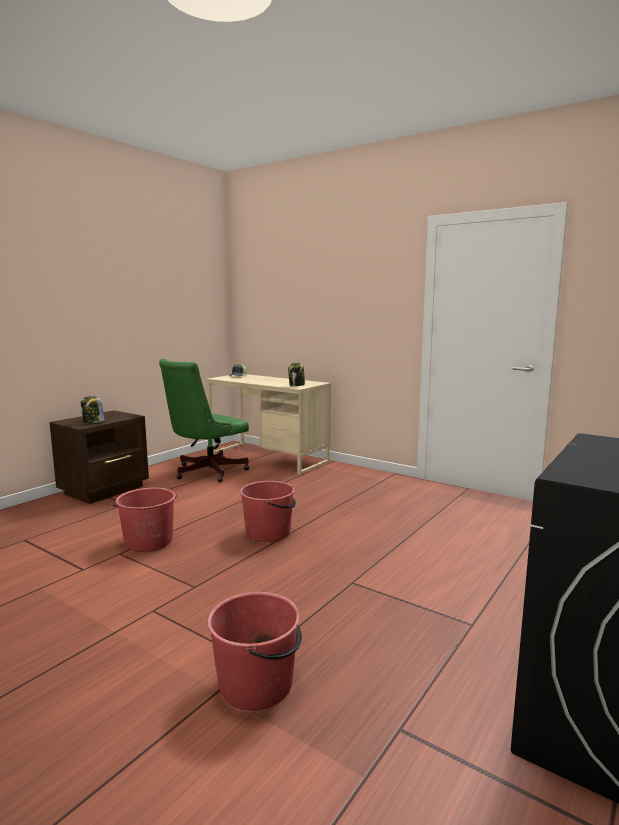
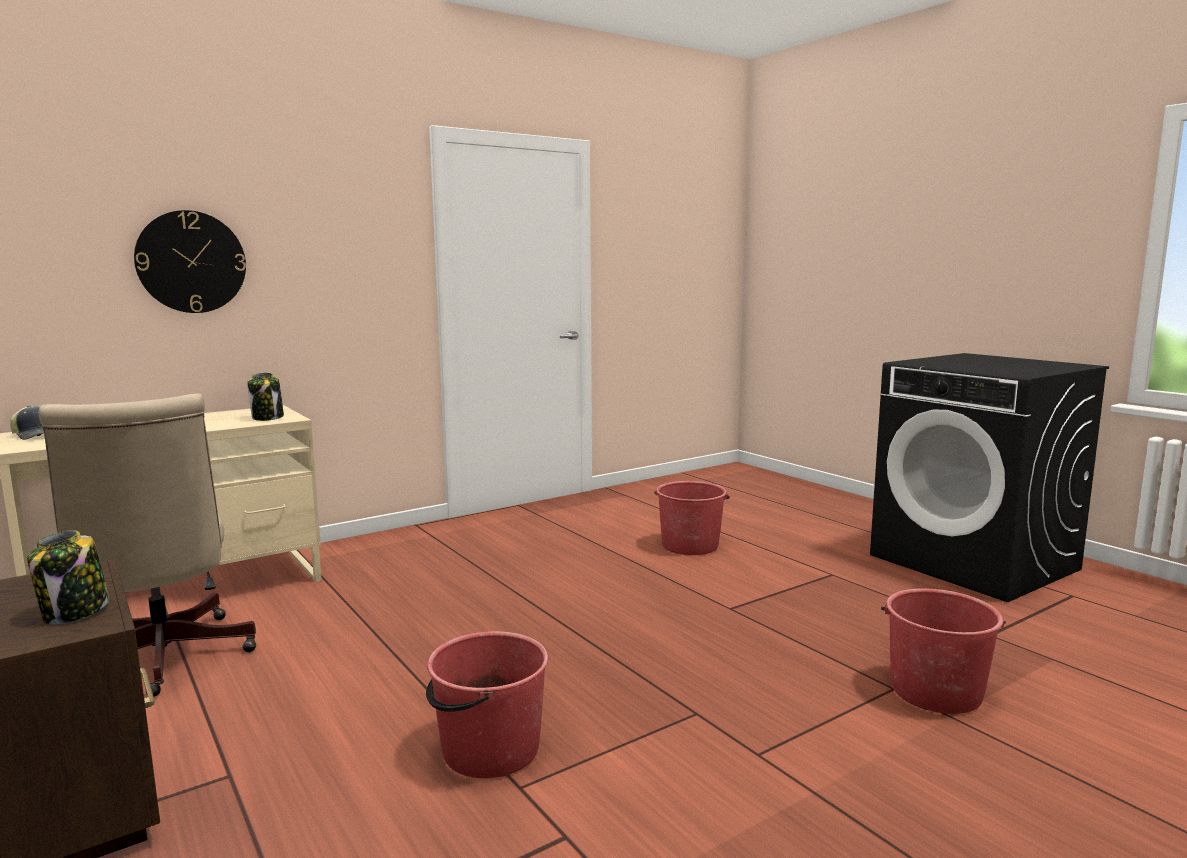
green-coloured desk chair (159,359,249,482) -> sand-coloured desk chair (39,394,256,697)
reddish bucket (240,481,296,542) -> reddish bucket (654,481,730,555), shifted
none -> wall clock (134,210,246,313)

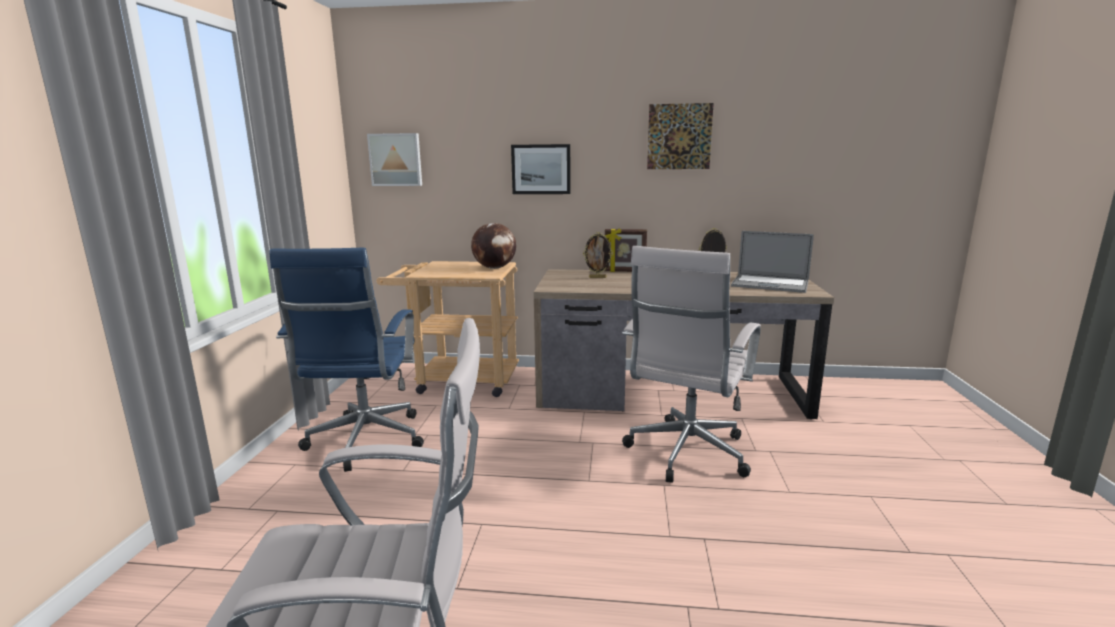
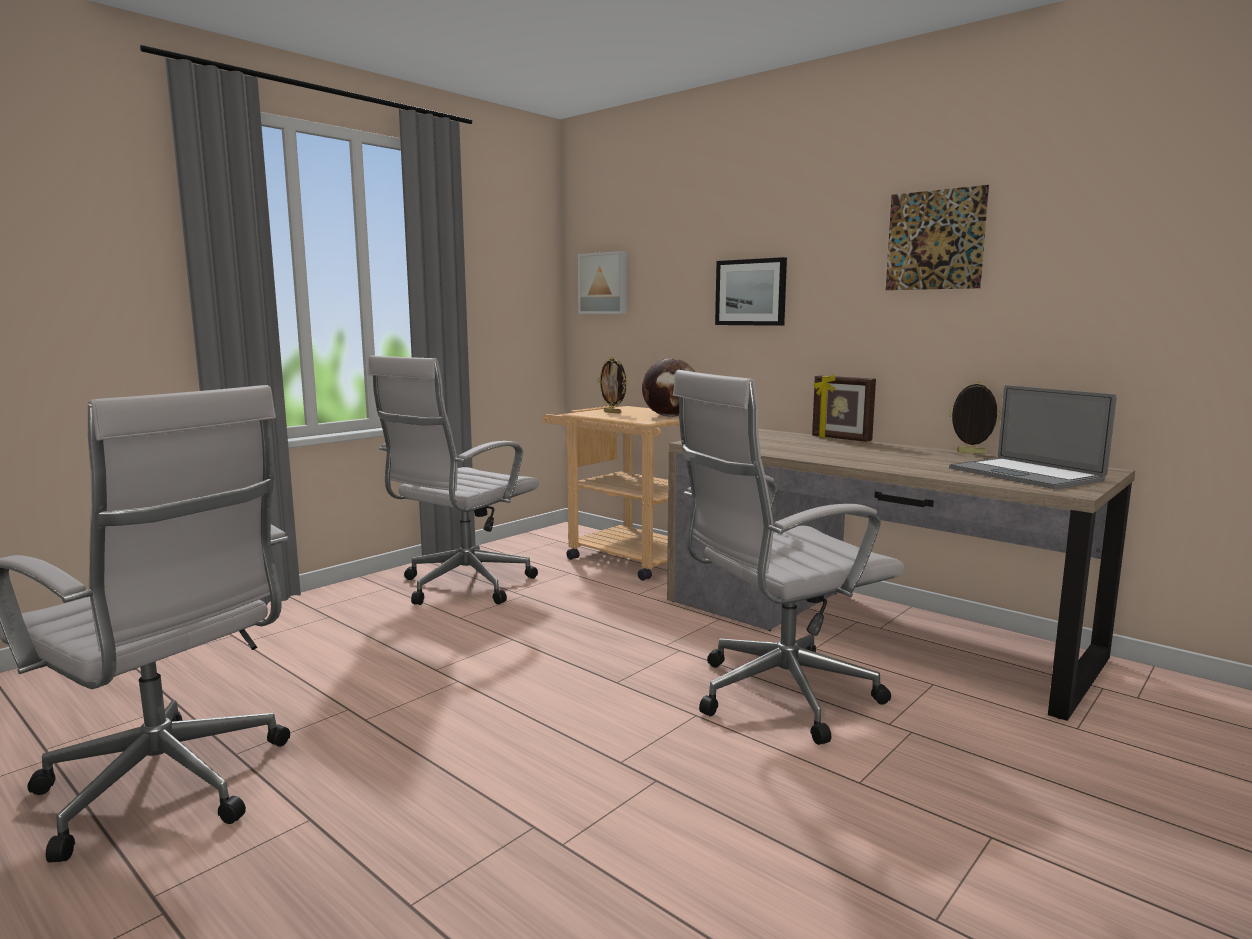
blue-coloured desk chair (269,248,424,472) -> whitish desk chair (368,355,539,605)
picture frame (583,232,613,278) -> picture frame (597,357,628,414), shifted

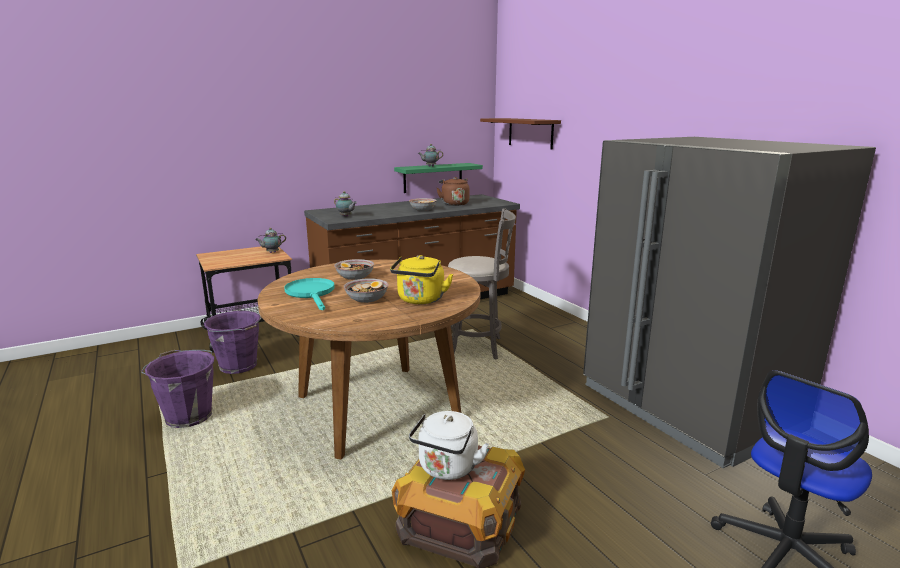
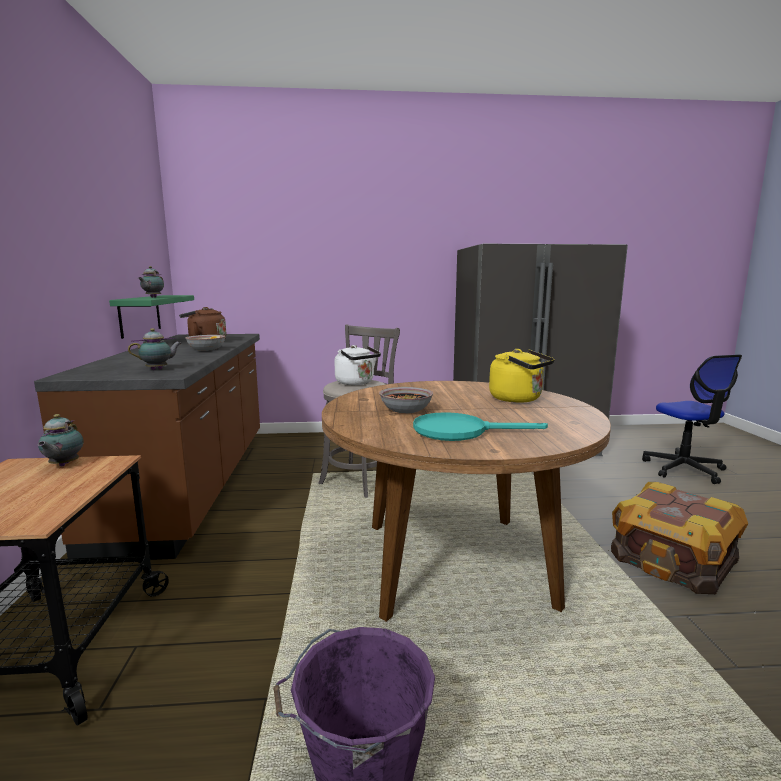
purplish bucket (204,311,262,374) -> none
serving bowl (344,278,389,303) -> none
whitish water kettle (409,411,489,480) -> whitish water kettle (335,345,381,385), shifted
brown-coloured bracket shelf (480,118,561,149) -> none

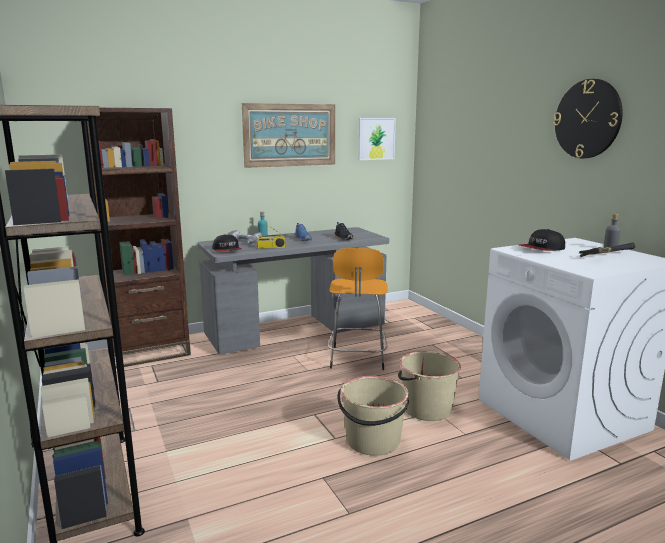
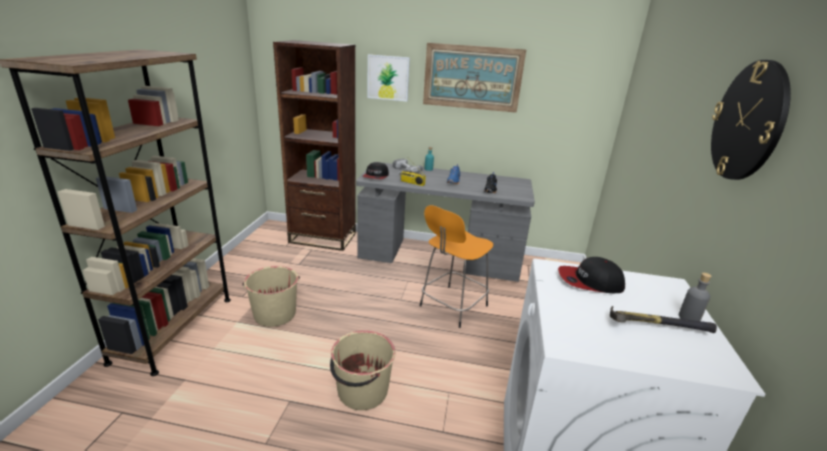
wall art (358,118,396,160) -> wall art (367,54,410,101), shifted
sand-coloured bucket (398,351,461,421) -> sand-coloured bucket (243,266,300,327), shifted

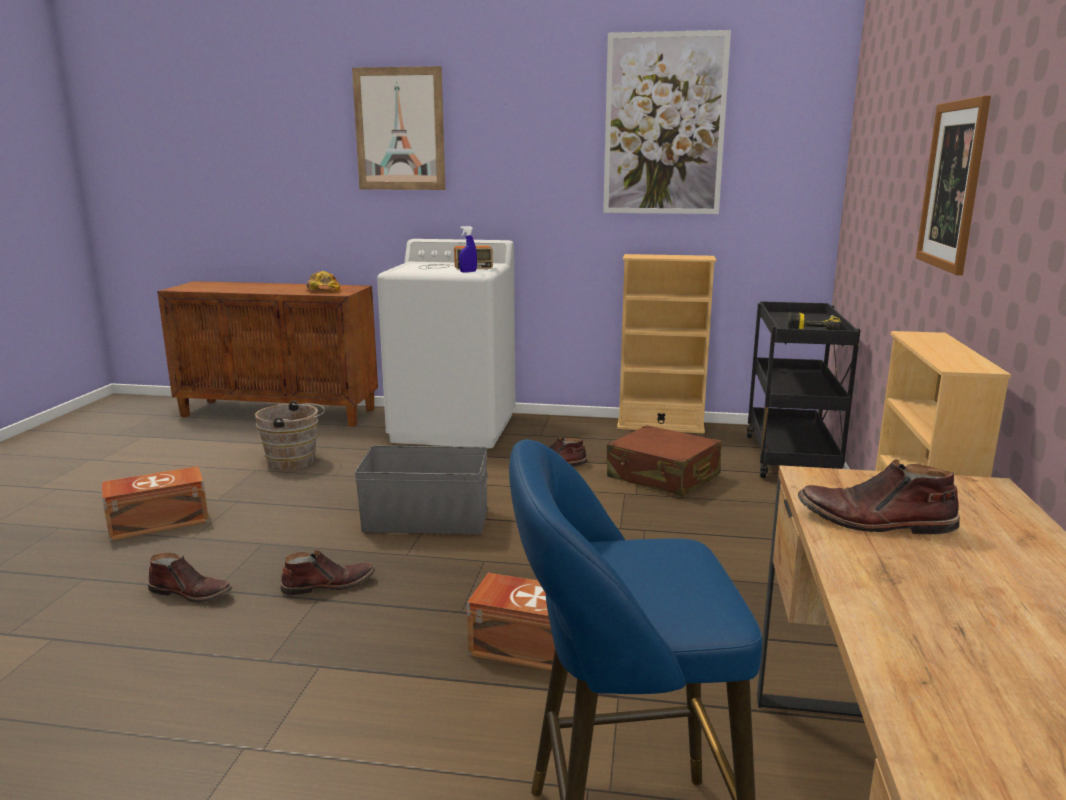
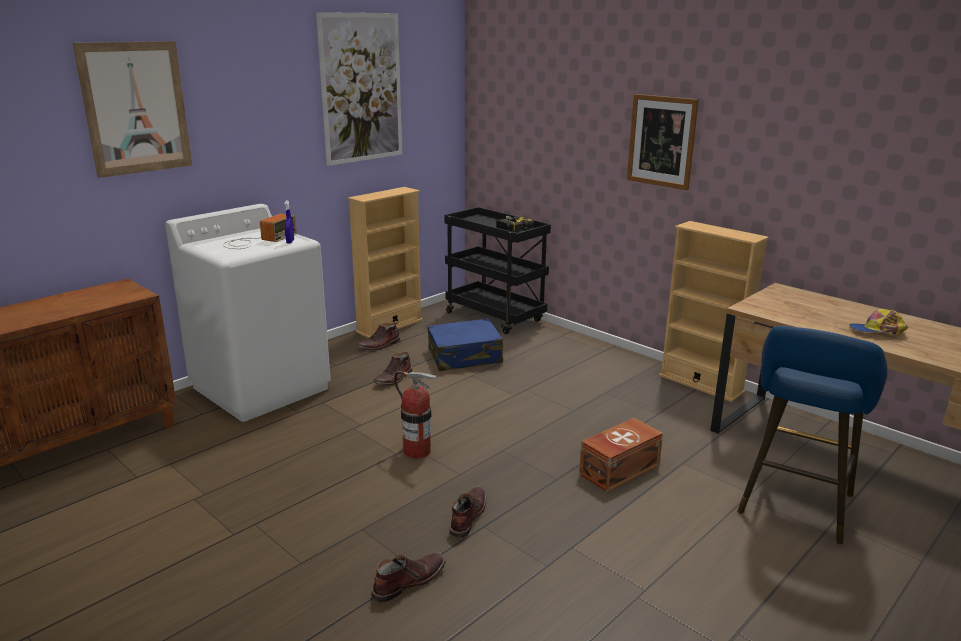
brown-coloured storage container (102,466,209,541) -> none
brown-coloured bucket (255,401,325,470) -> none
cap (305,271,340,292) -> cap (849,309,908,335), shifted
grey storage container (355,445,488,534) -> fire extinguisher (394,371,437,459)
brown-coloured travel case (607,425,722,497) -> blue-coloured travel case (428,318,503,371)
brown-coloured high-top boot (798,459,960,534) -> brown-coloured high-top boot (356,323,400,350), shifted

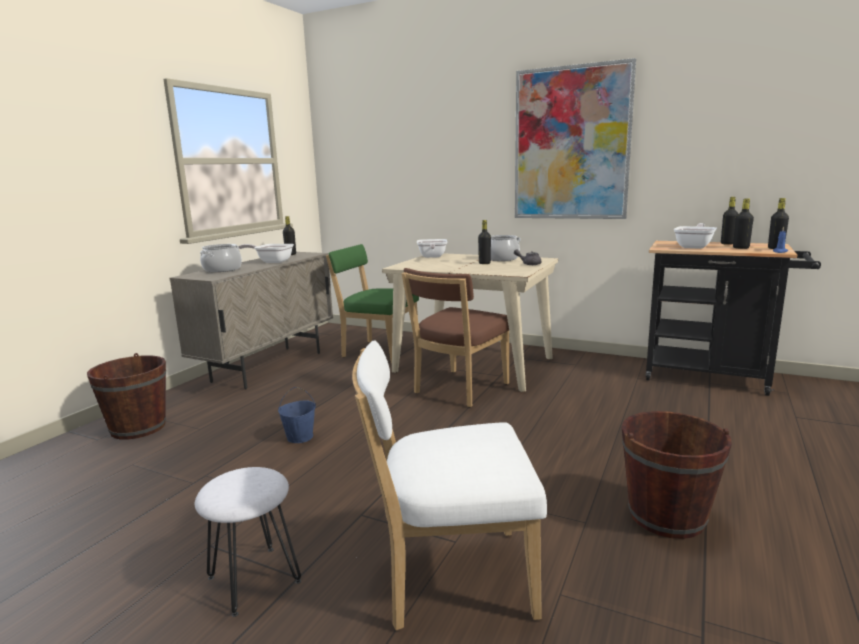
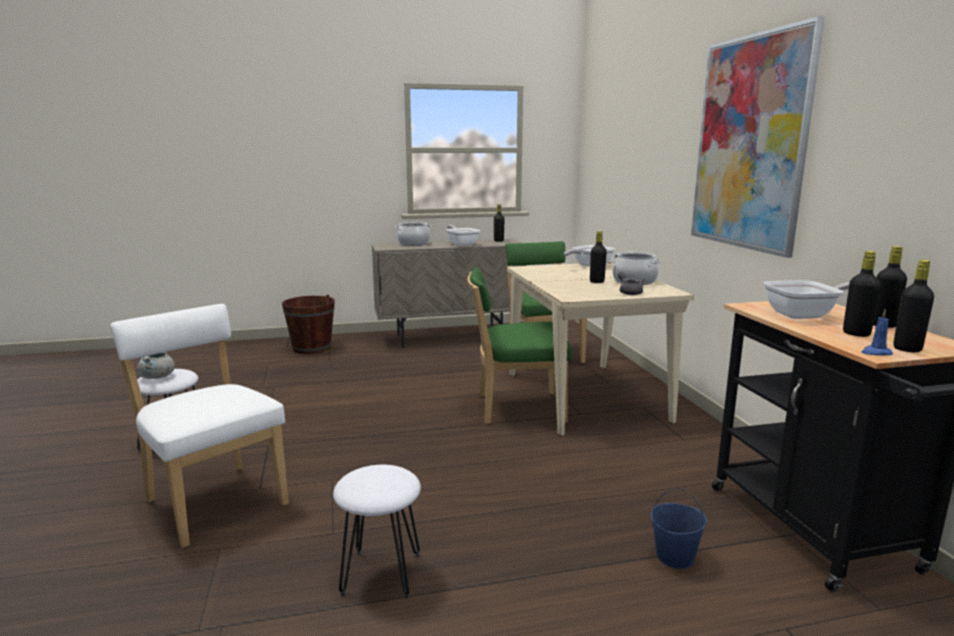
blue-coloured bucket (278,387,316,443) -> blue-coloured bucket (651,488,707,569), shifted
brown-coloured chair (401,268,509,407) -> green-coloured chair (467,267,572,424)
brown-coloured bucket (622,411,732,539) -> whitish stool seat (333,465,421,599)
none -> grey saucepot (137,352,175,379)

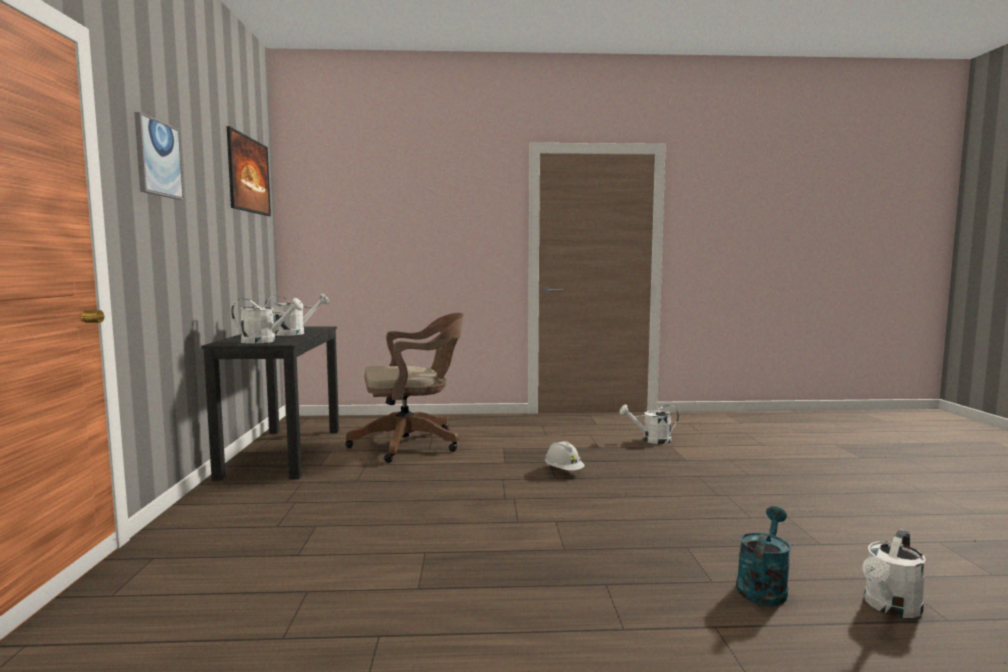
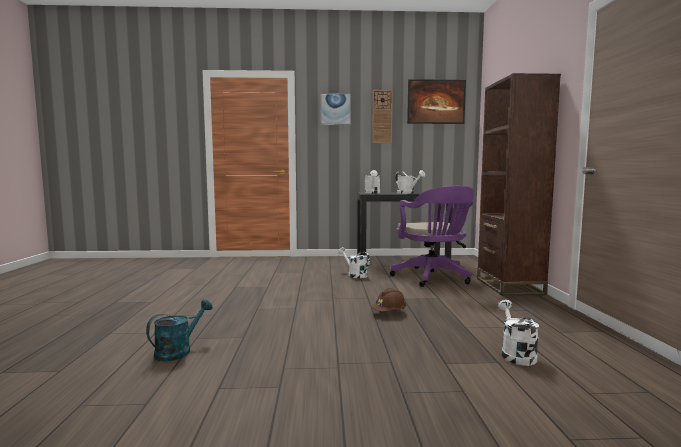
brown-coloured desk chair (345,313,464,463) -> purplish desk chair (390,186,474,287)
whitish work helmet (545,441,585,471) -> brown-coloured work helmet (372,288,406,311)
turquoise-coloured watering pot (736,506,791,606) -> turquoise-coloured watering pot (146,299,213,362), 90 degrees counterclockwise
whitish watering pot (862,529,926,618) -> whitish watering pot (338,247,370,278), shifted
none -> wall clock (372,90,393,144)
none -> brown-coloured bookshelf (477,73,561,296)

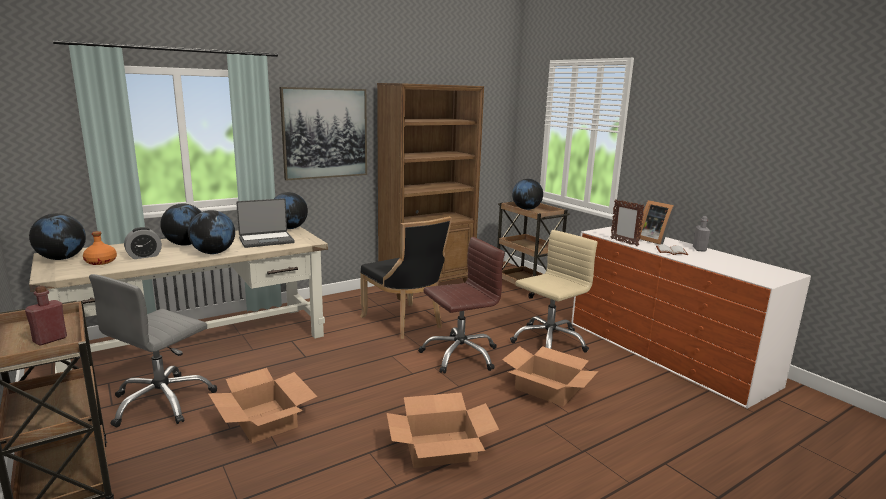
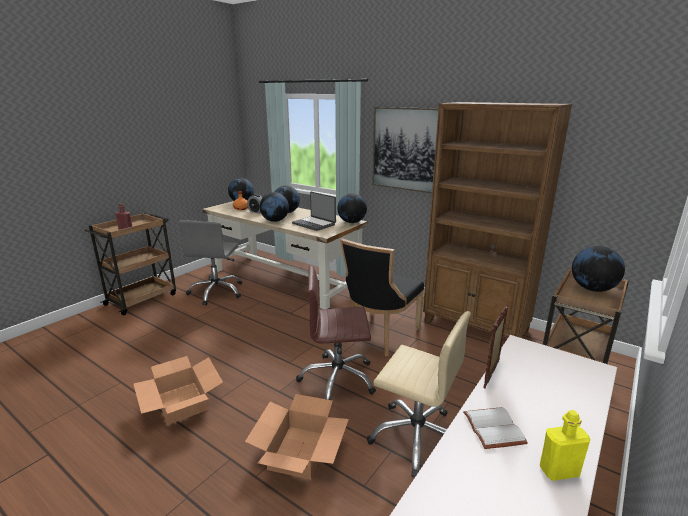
grey desk chair (89,274,217,427) -> grey desk chair (178,221,242,305), 90 degrees counterclockwise
carton (208,368,317,443) -> none
brown-coloured desk chair (418,237,505,374) -> brown-coloured desk chair (296,266,376,400), 135 degrees clockwise
picture frame (637,200,676,245) -> none
grey beverage bottle (693,216,710,252) -> yellow-coloured beverage bottle (540,410,590,481)

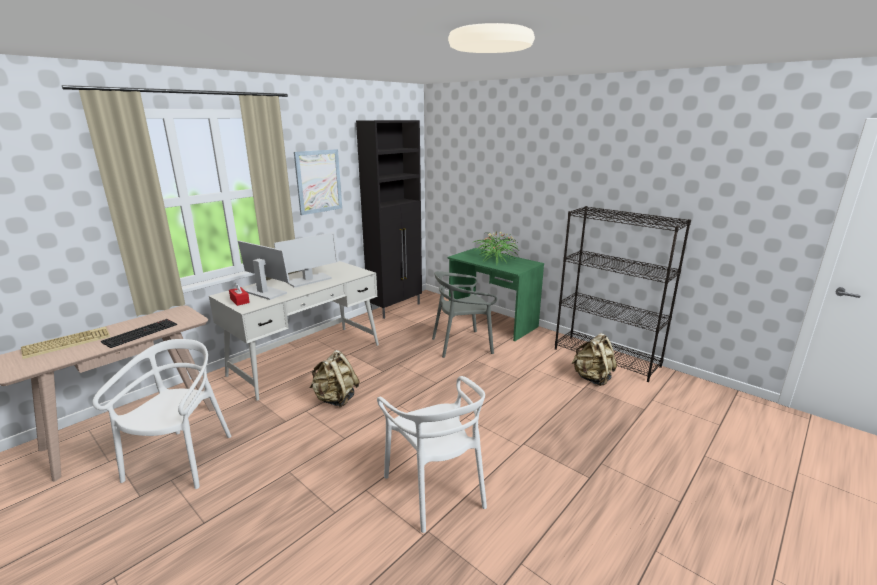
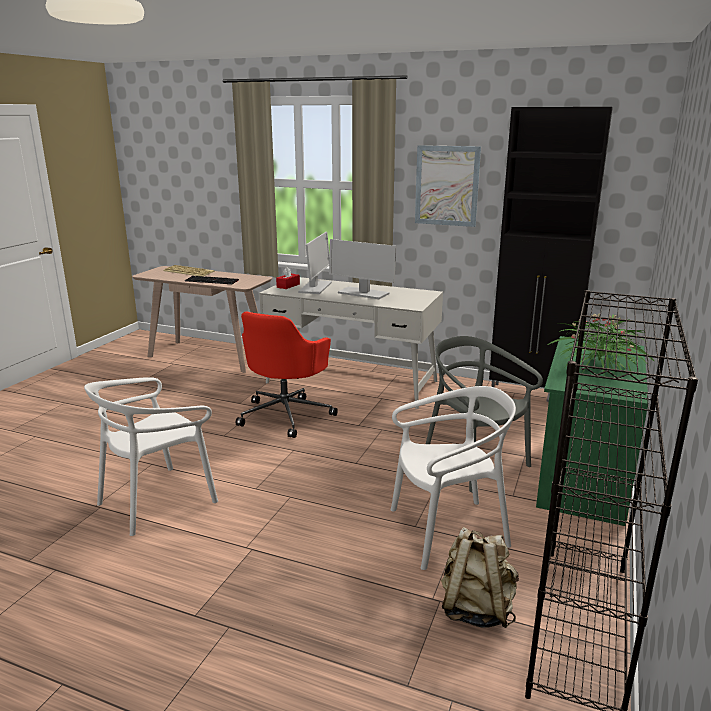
whitish chair (92,339,231,489) -> whitish chair (391,386,516,570), shifted
sand-coloured rucksack (310,350,360,407) -> reddish desk chair (236,311,338,438)

